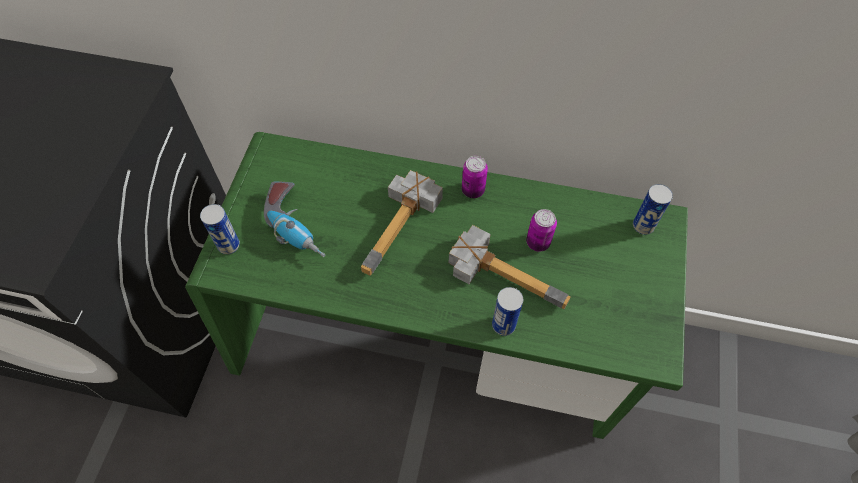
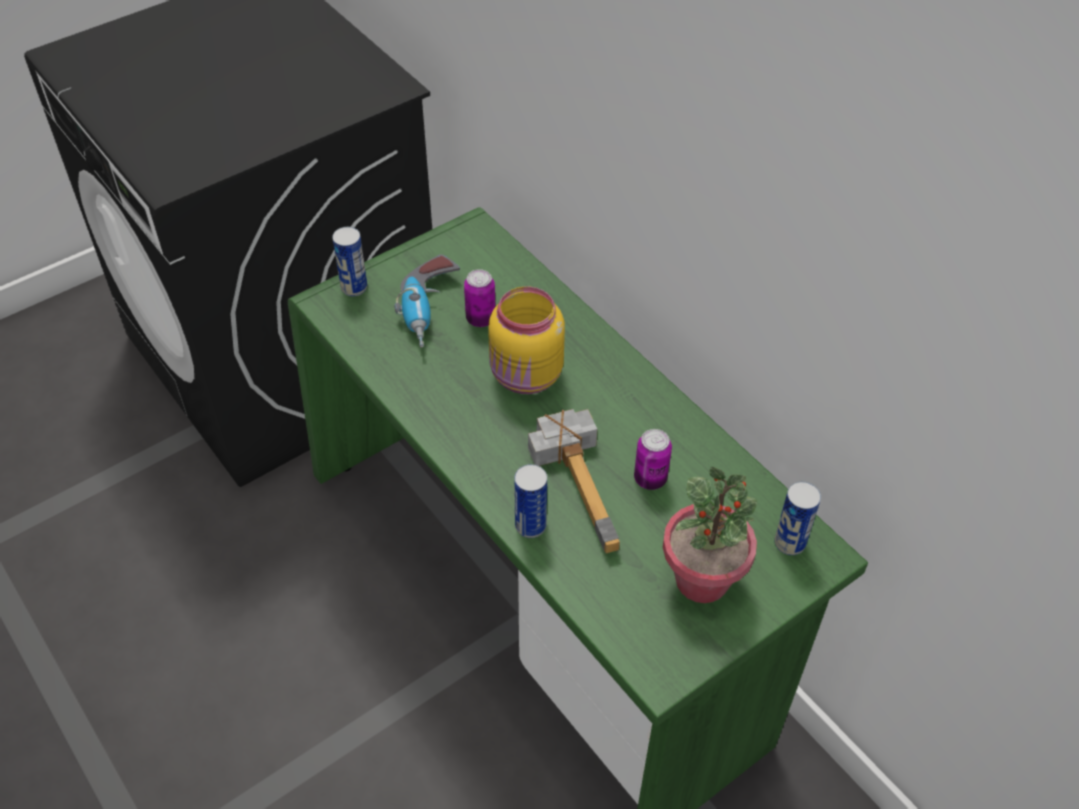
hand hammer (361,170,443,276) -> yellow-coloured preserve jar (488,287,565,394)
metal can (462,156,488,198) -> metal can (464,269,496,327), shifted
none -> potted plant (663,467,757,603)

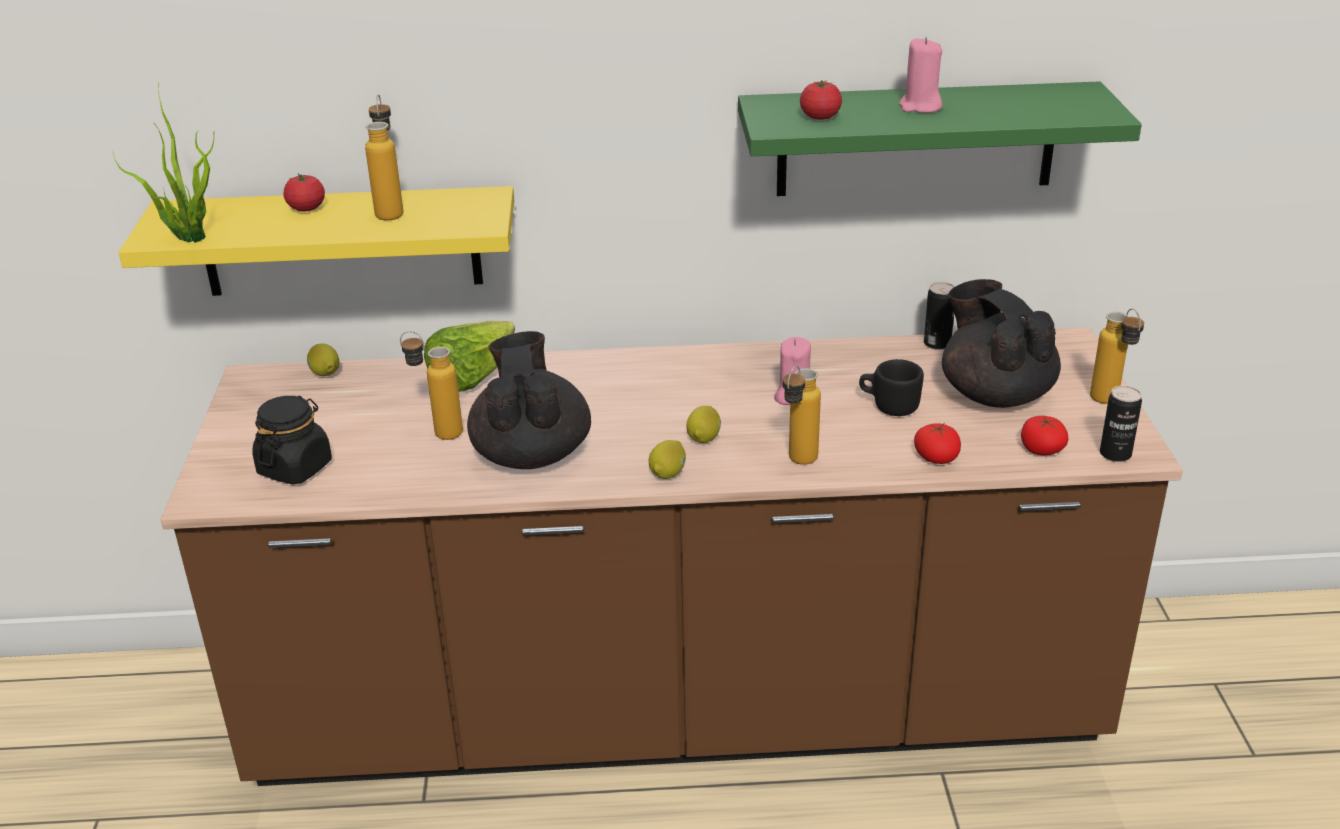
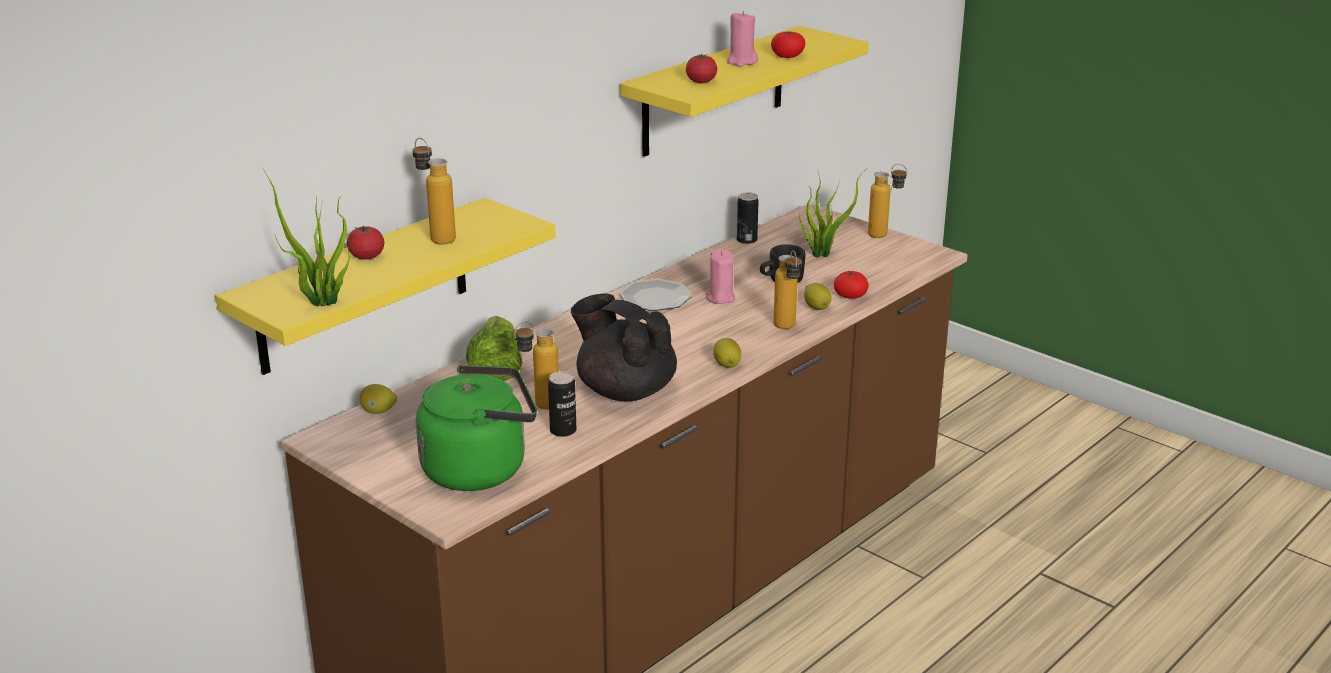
black preserve jar (252,396,332,485) -> green-coloured water kettle (416,365,537,491)
citrus fruit (687,406,721,443) -> citrus fruit (804,283,832,310), shifted
green-coloured bracket shelf (738,81,1142,196) -> yellow-coloured bracket shelf (620,26,869,157)
black teapot (942,279,1061,408) -> potted plant (798,169,864,258)
fresh tomato (1021,416,1069,455) -> fresh tomato (771,31,806,58), shifted
metal can (1100,386,1142,462) -> metal can (548,371,576,437), shifted
none -> flat dish (619,279,692,311)

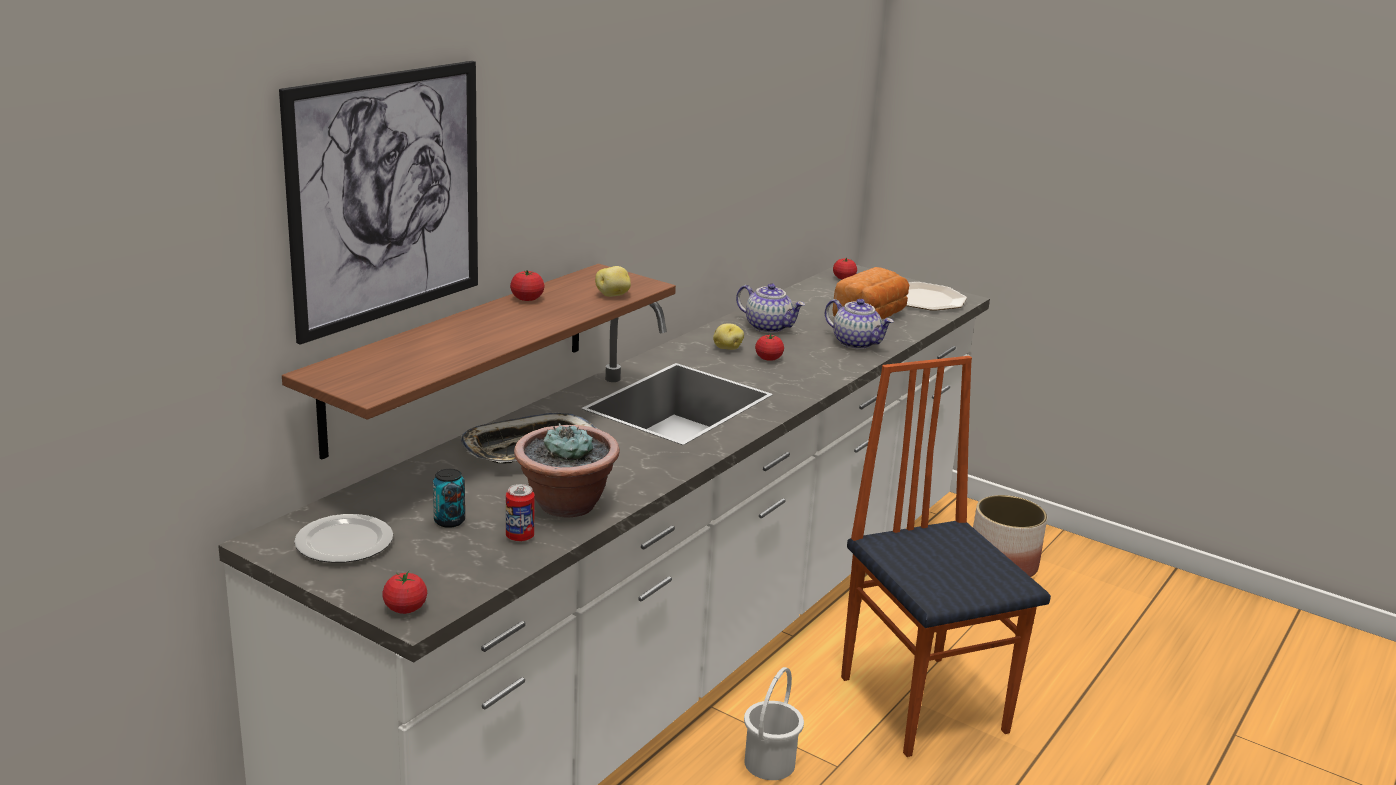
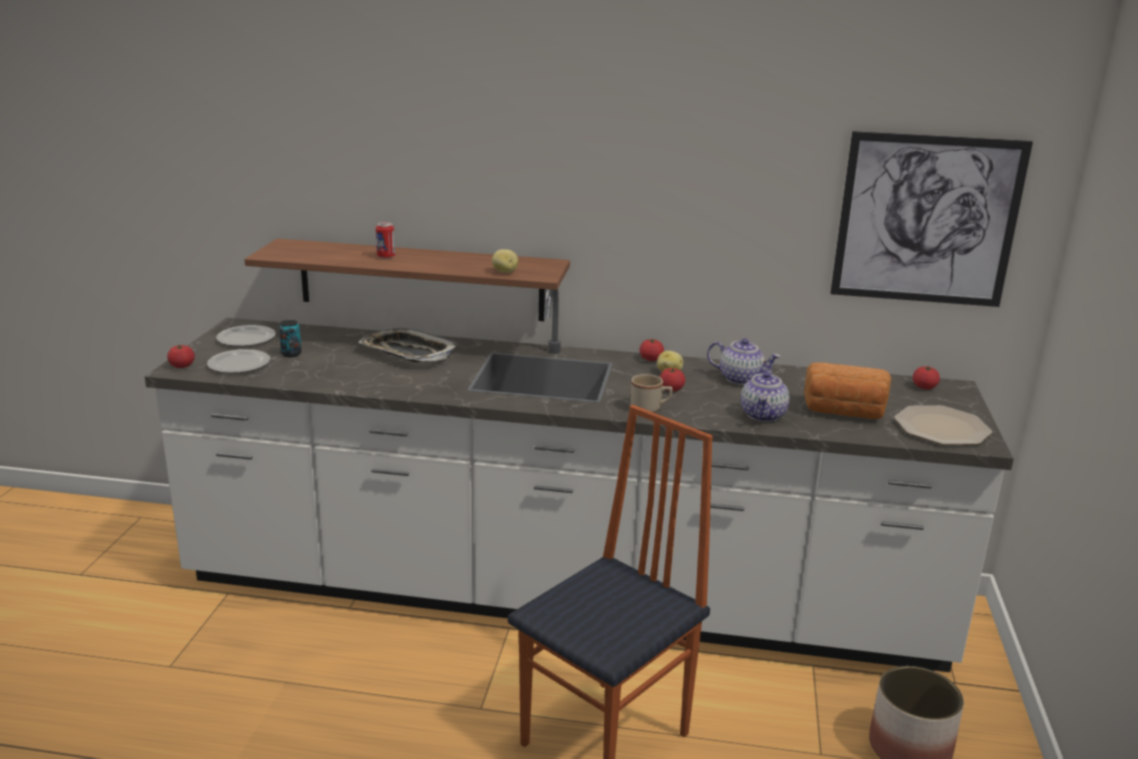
wall art (279,61,478,344) -> wall art (830,131,1033,307), shifted
metal can (506,484,535,542) -> metal can (376,222,395,259), shifted
fresh tomato (510,270,544,301) -> fresh tomato (639,339,664,361), shifted
potted plant (514,423,620,518) -> none
teapot (736,283,805,333) -> teapot (707,338,781,385), 75 degrees counterclockwise
whitish bucket (744,667,804,780) -> none
none -> flat dish (207,349,270,373)
none -> sand-coloured coffee mug (631,374,673,413)

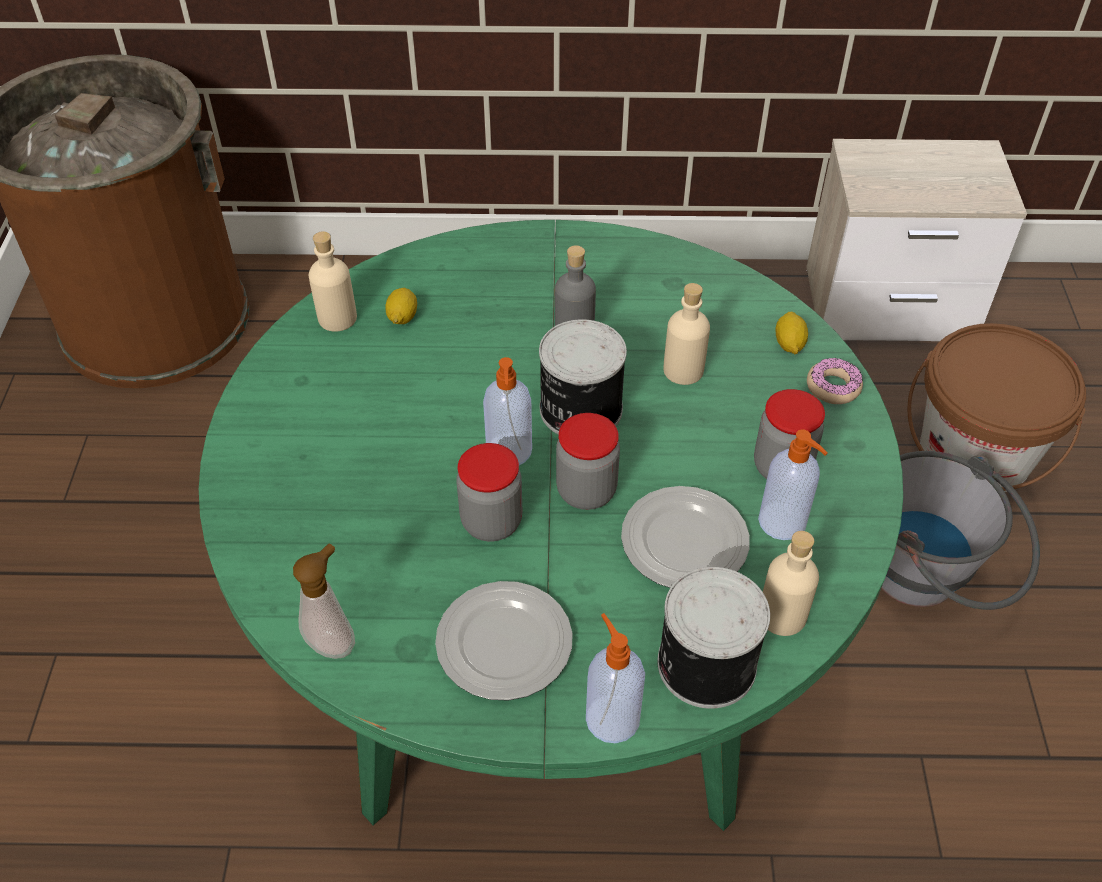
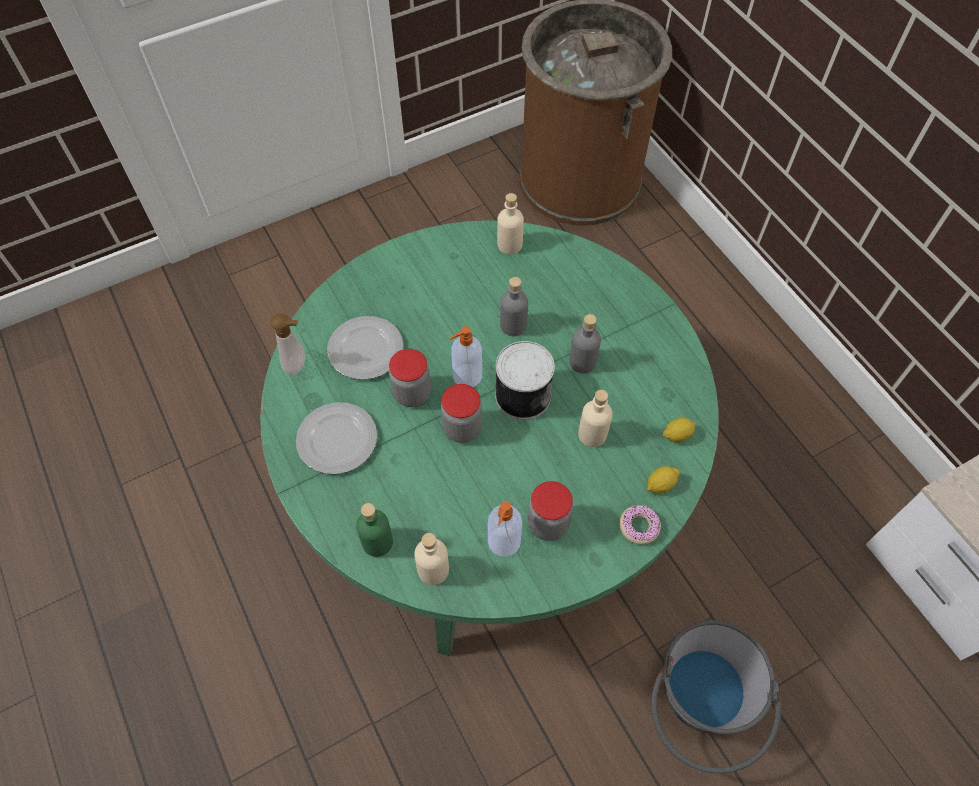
citrus fruit (386,288,417,324) -> citrus fruit (663,418,696,442), shifted
liquid soap bottle (586,613,645,743) -> none
flat dish (621,486,750,588) -> flat dish (327,316,403,380), shifted
metal can (657,567,770,709) -> green-coloured beverage bottle (356,503,393,557)
brown-coloured bucket (908,323,1086,492) -> none
none -> grey beverage bottle (500,277,528,336)

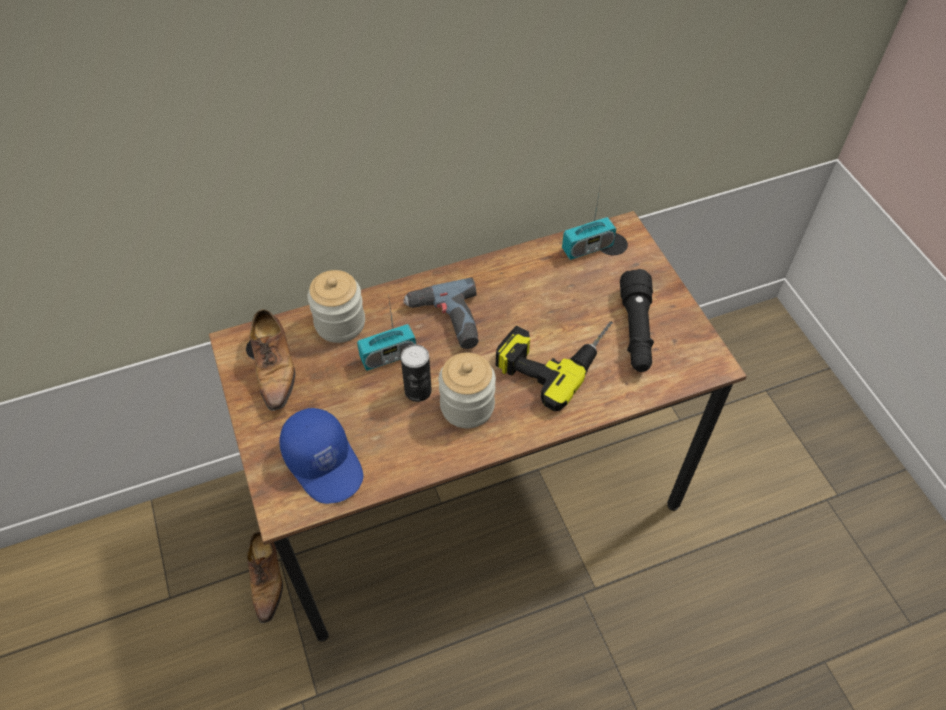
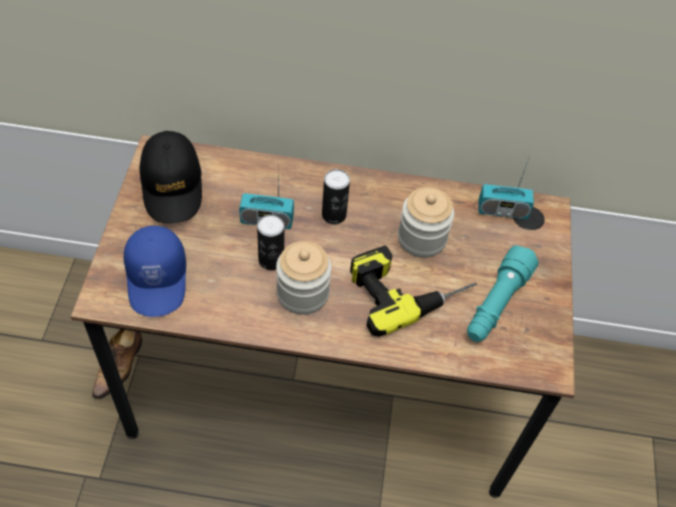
low shoe (250,309,296,411) -> black cap (139,131,202,223)
preserve jar (307,270,365,343) -> preserve jar (398,187,454,258), shifted
drill (403,277,479,349) -> metal can (322,169,350,224)
black flashlight (620,269,654,372) -> turquoise-coloured flashlight (467,245,539,342)

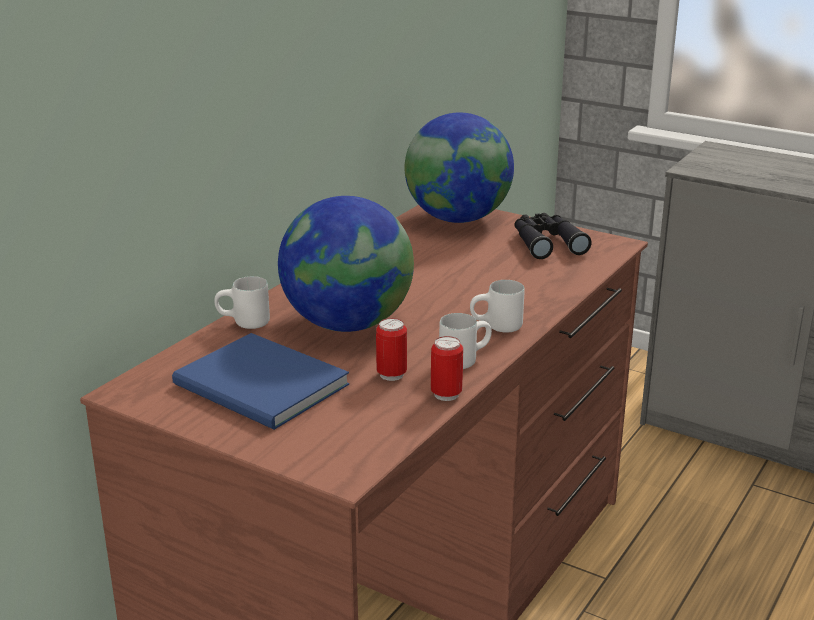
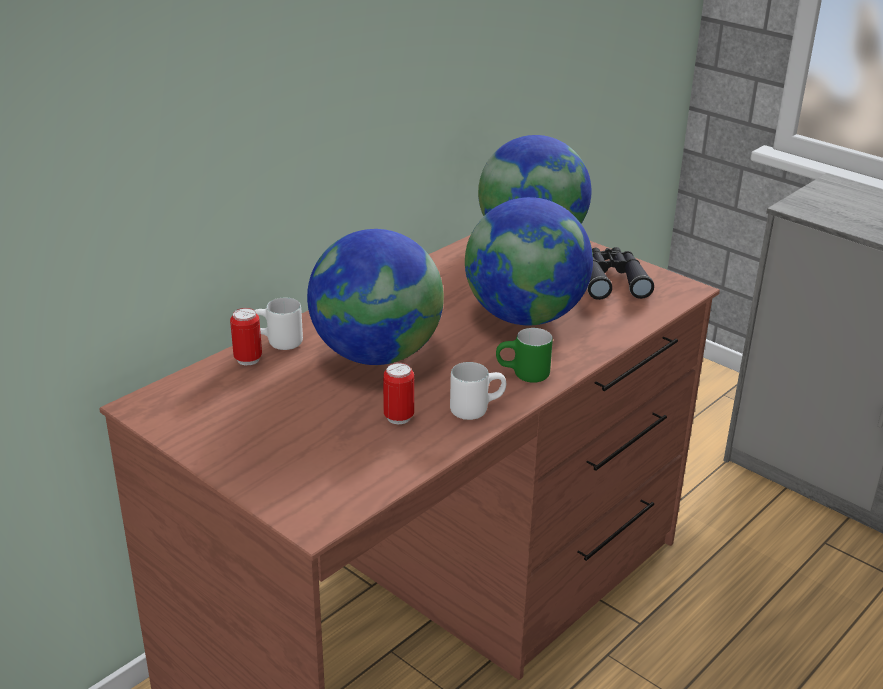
blue-coloured book (172,333,349,430) -> none
metal can (431,336,463,401) -> metal can (230,308,262,366), shifted
whitish coffee mug (470,280,525,333) -> green-coloured coffee mug (496,328,553,383)
none -> world globe (465,197,593,326)

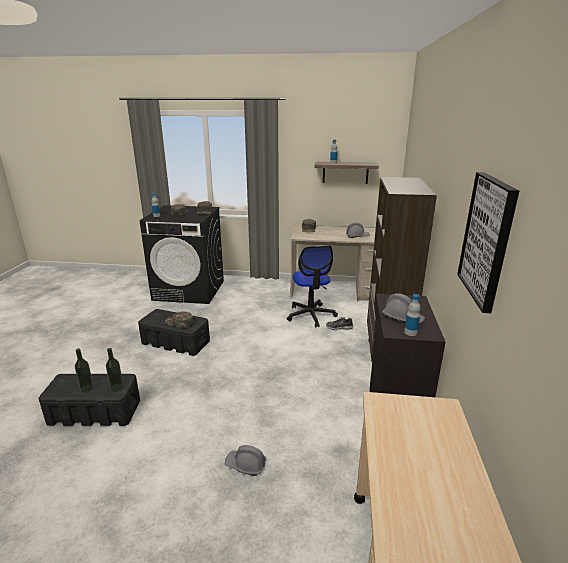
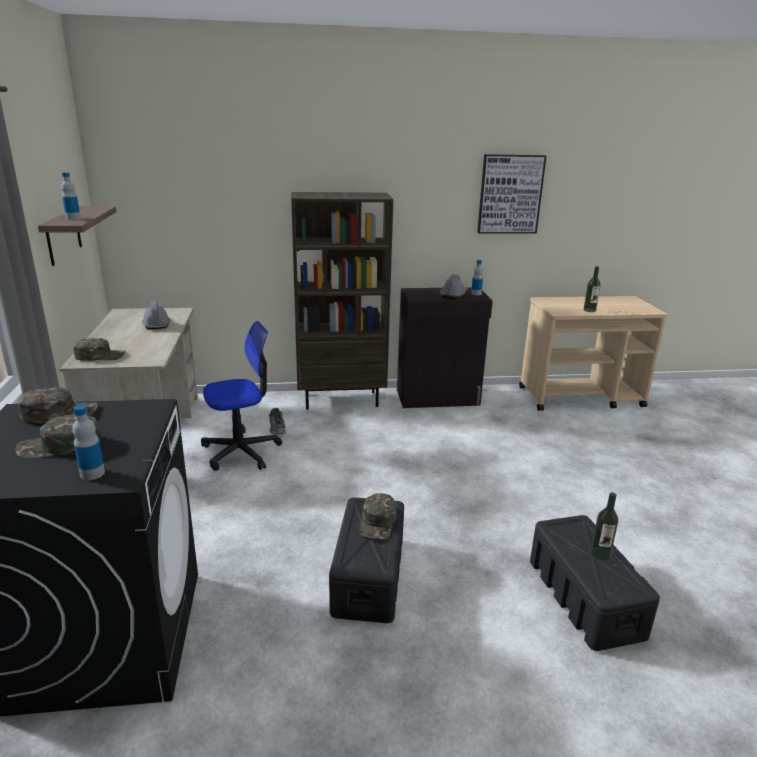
beverage bottle (106,348,124,391) -> beverage bottle (584,266,601,312), shifted
grey work helmet (225,445,266,476) -> none

